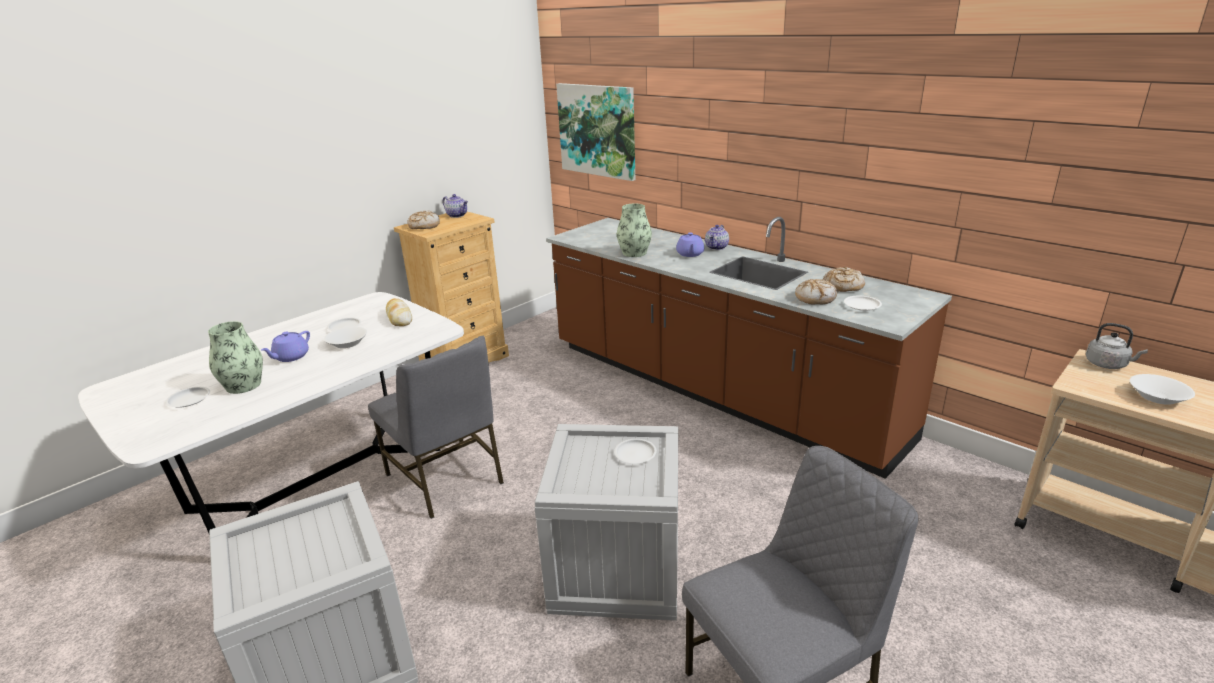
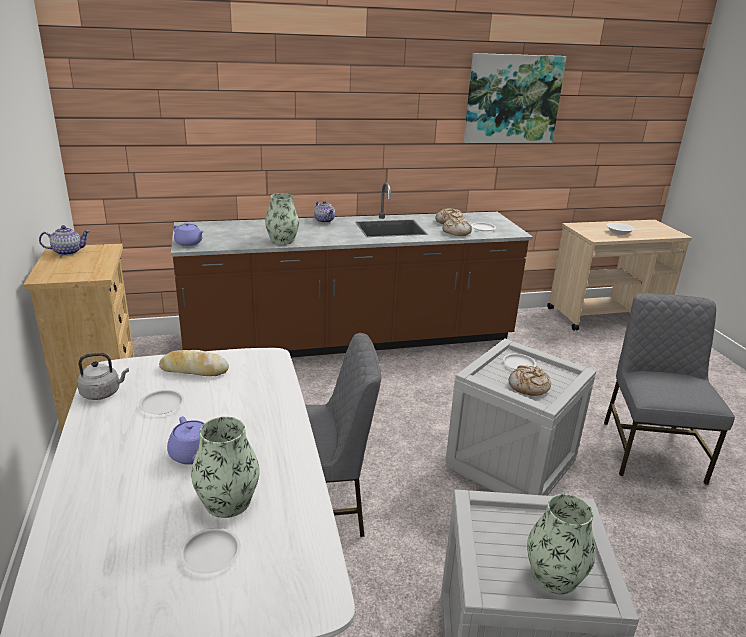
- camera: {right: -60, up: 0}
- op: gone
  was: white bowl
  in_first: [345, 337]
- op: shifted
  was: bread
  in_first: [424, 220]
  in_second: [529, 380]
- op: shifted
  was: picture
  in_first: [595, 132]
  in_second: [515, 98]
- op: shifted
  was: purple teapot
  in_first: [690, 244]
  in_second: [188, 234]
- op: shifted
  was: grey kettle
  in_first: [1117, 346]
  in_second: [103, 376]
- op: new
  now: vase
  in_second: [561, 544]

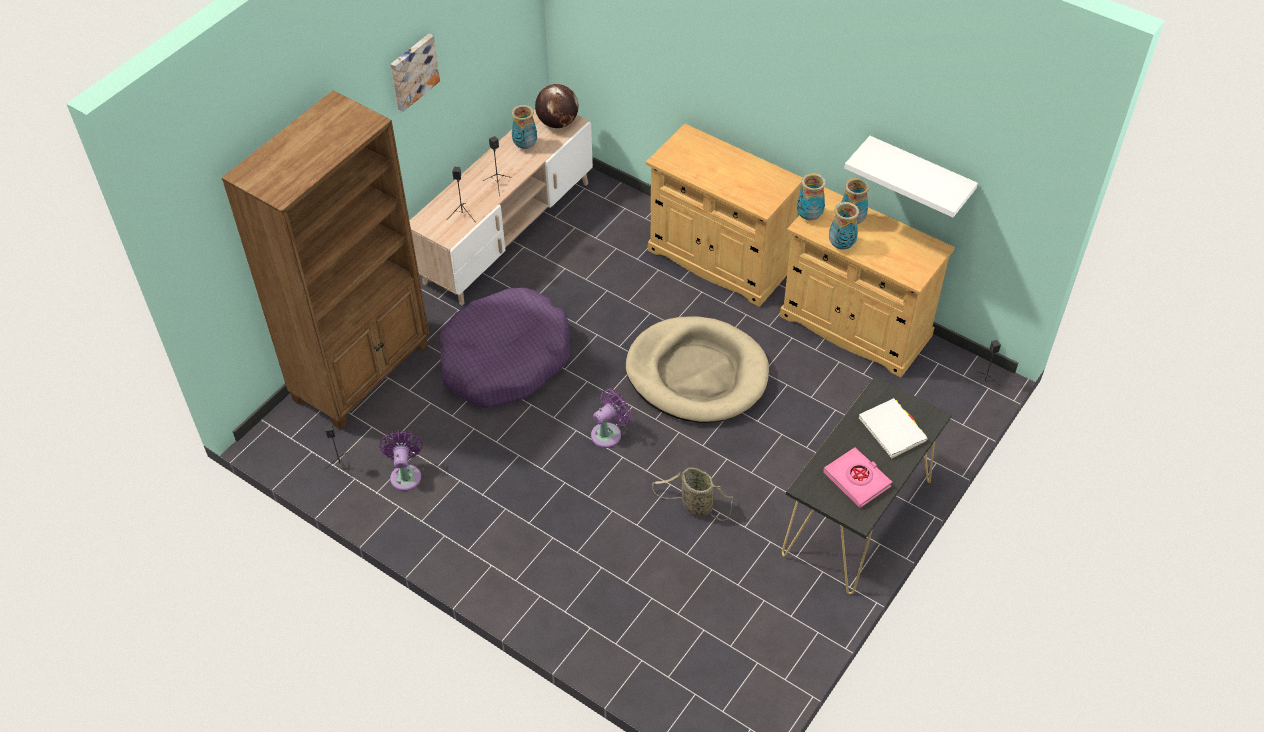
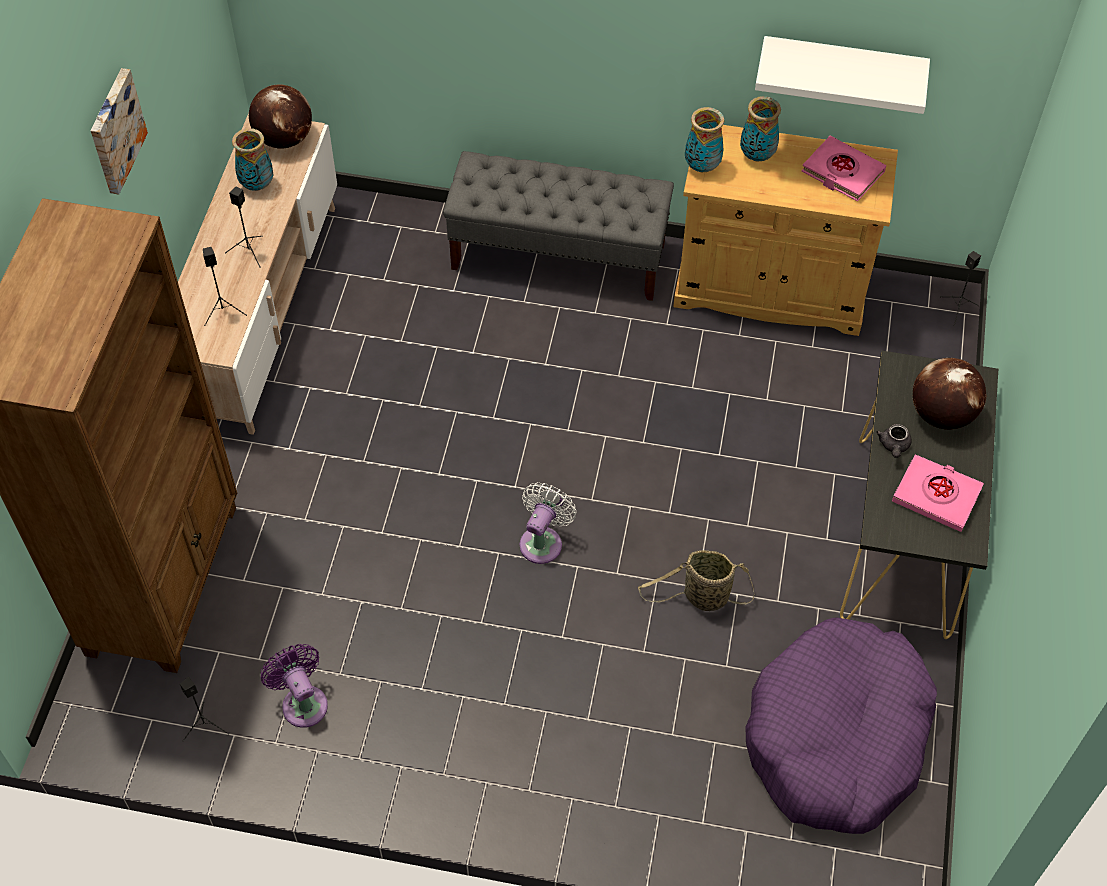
- camera: {right: -25, up: 5}
- op: shifted
  was: purple dog bed
  in_first: [505, 347]
  in_second: [841, 725]
- op: repainted
  was: purple fan
  now: white fan
  in_first: [611, 418]
  in_second: [548, 523]
- op: gone
  was: beige dog bed
  in_first: [697, 369]
- op: swapped
  was: beige cabinet
  now: grey bench
  in_first: [724, 215]
  in_second: [558, 226]
- op: gone
  was: vase
  in_first: [844, 226]
- op: swapped
  was: white book
  now: globe
  in_first: [893, 428]
  in_second: [949, 394]
- op: new
  now: pink book
  in_second: [844, 169]
- op: new
  now: grey teapot
  in_second: [894, 441]

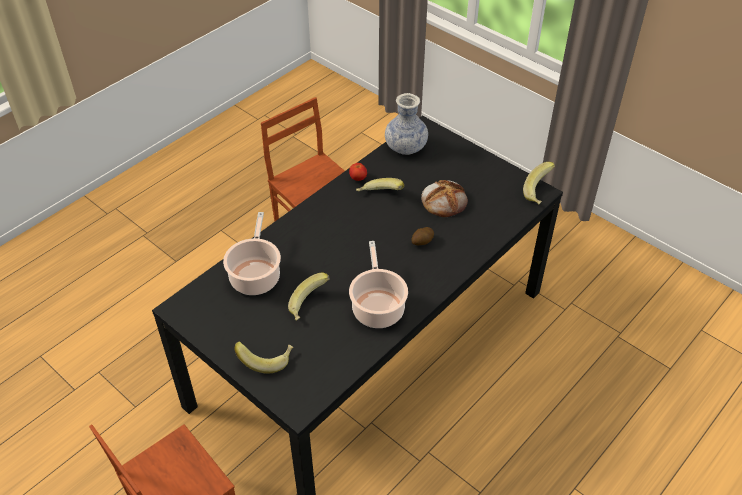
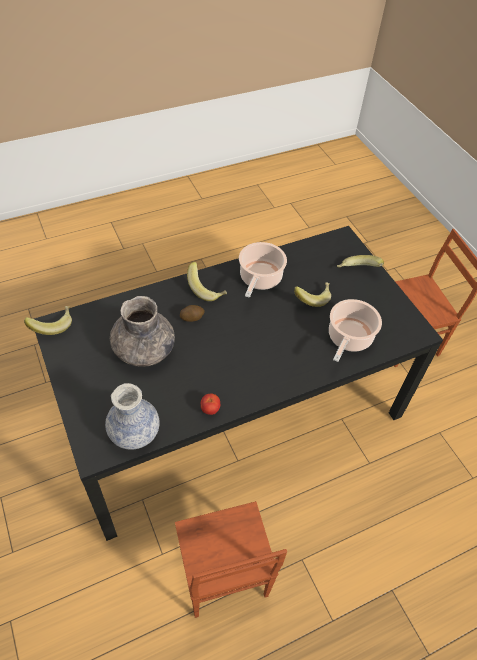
- camera: {right: -160, up: 5}
- op: shifted
  was: banana
  in_first: [380, 185]
  in_second: [207, 281]
- op: swapped
  was: bread
  now: grey vase
  in_first: [444, 198]
  in_second: [142, 331]

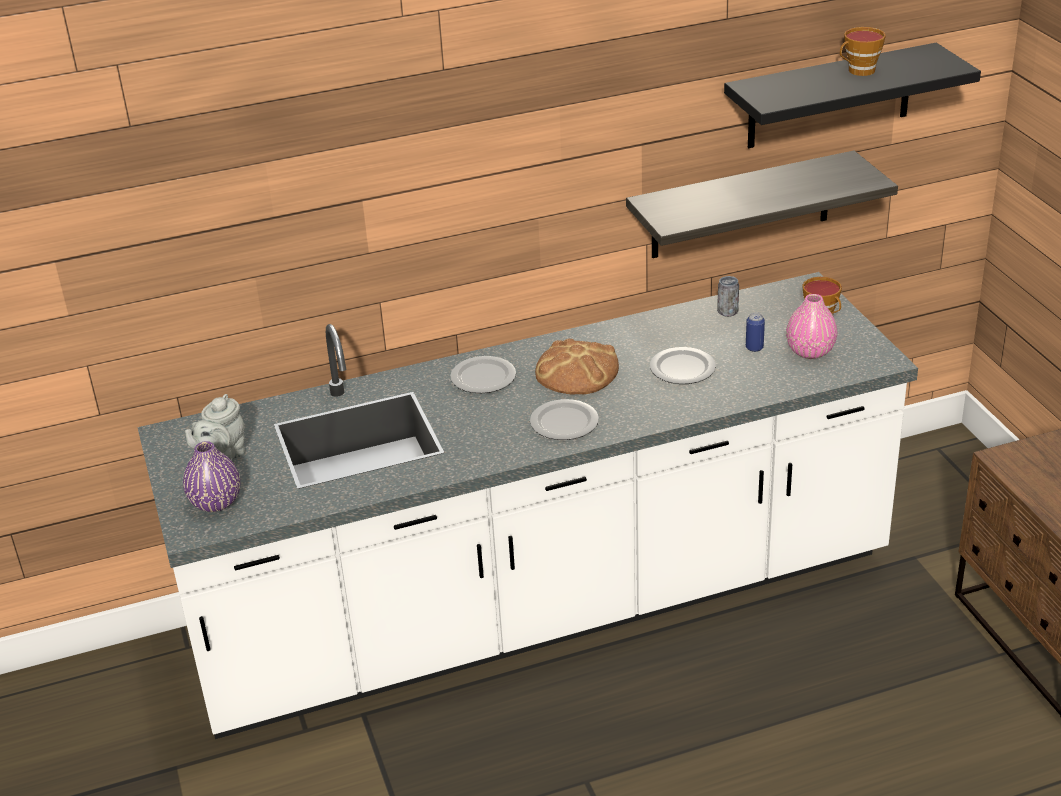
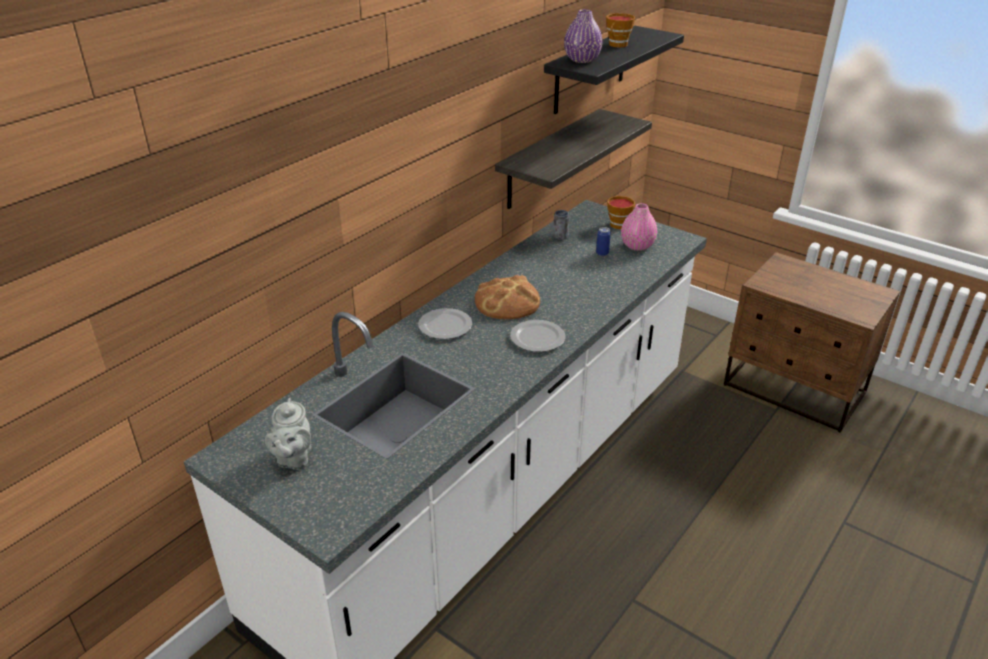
- camera: {right: -35, up: 0}
- op: shifted
  was: purple vase
  in_first: [211, 476]
  in_second: [583, 36]
- op: gone
  was: plate
  in_first: [683, 365]

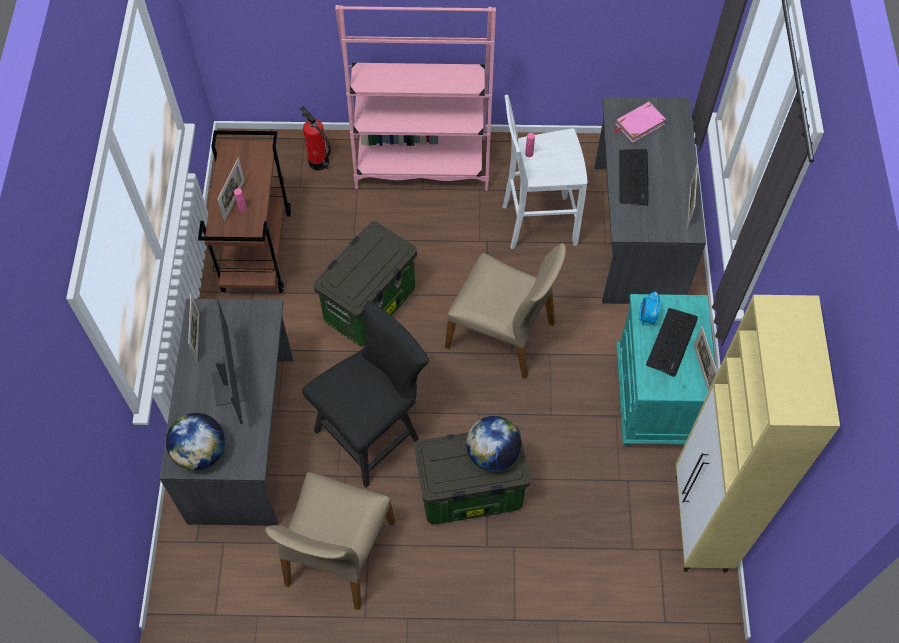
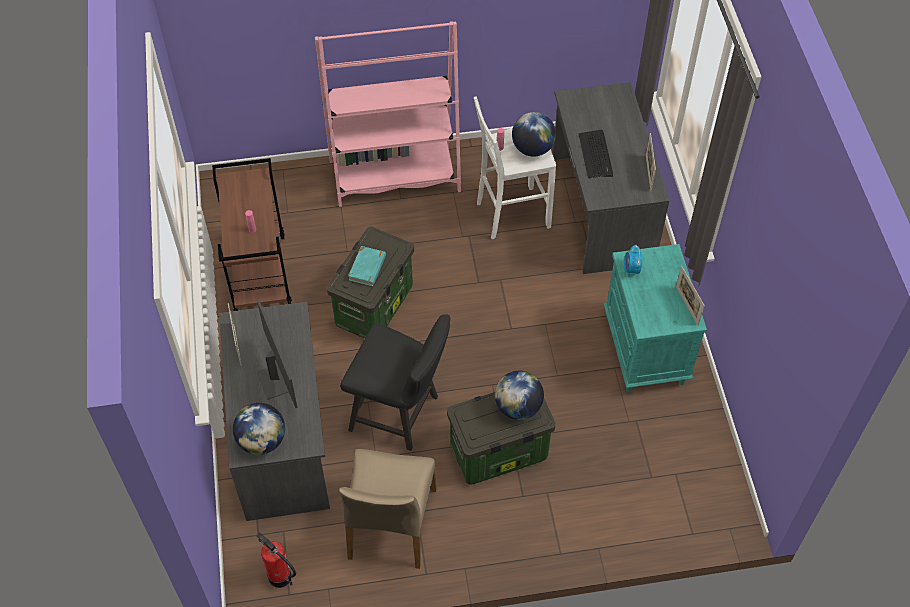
- camera: {right: -10, up: -5}
- op: gone
  was: picture frame
  in_first: [231, 189]
- op: shifted
  was: fire extinguisher
  in_first: [315, 138]
  in_second: [275, 560]
- op: rotated
  was: black chair
  in_first: [365, 394]
  in_second: [395, 382]
  clockwise: 75
- op: gone
  was: beige chair
  in_first: [505, 311]
- op: gone
  was: pink book
  in_first: [639, 122]
- op: gone
  was: keyboard
  in_first: [672, 342]
- op: gone
  was: beige cabinet
  in_first: [758, 434]
- op: new
  now: turquoise book
  in_second: [367, 266]
- op: new
  now: globe
  in_second: [534, 134]

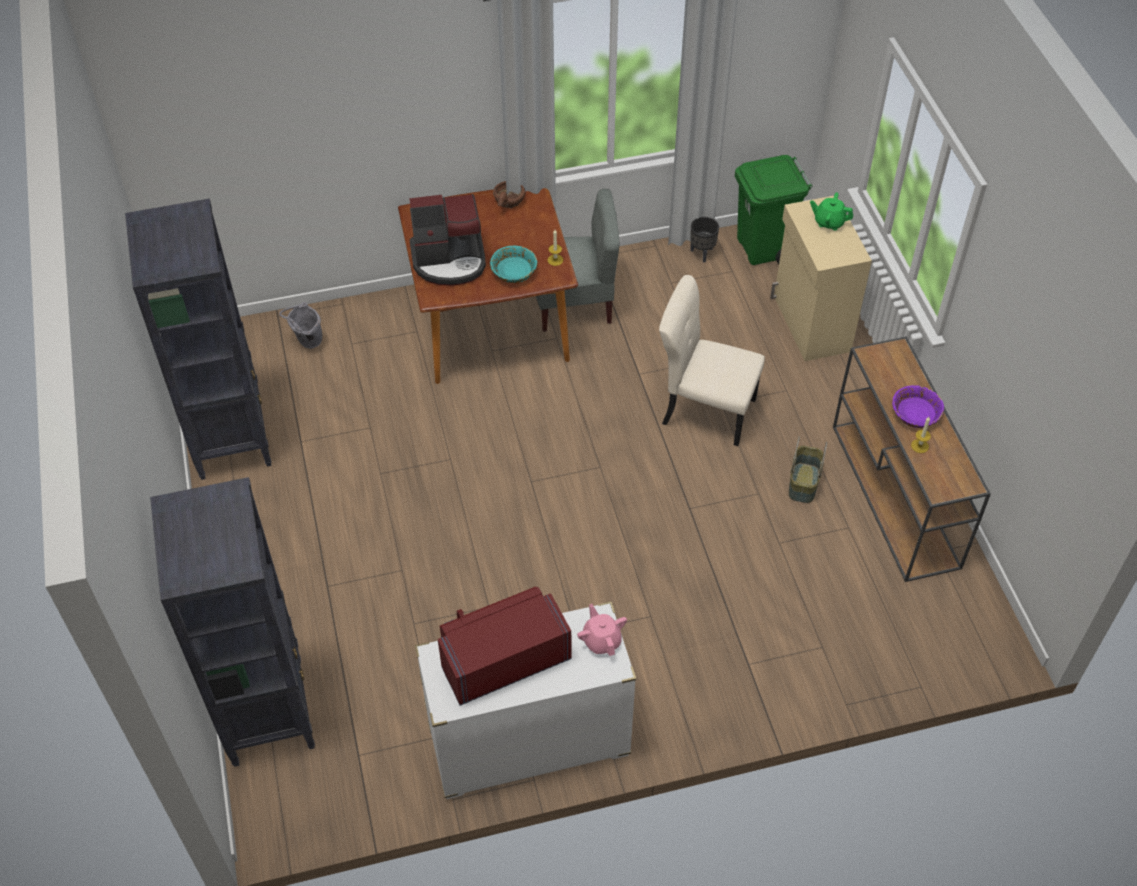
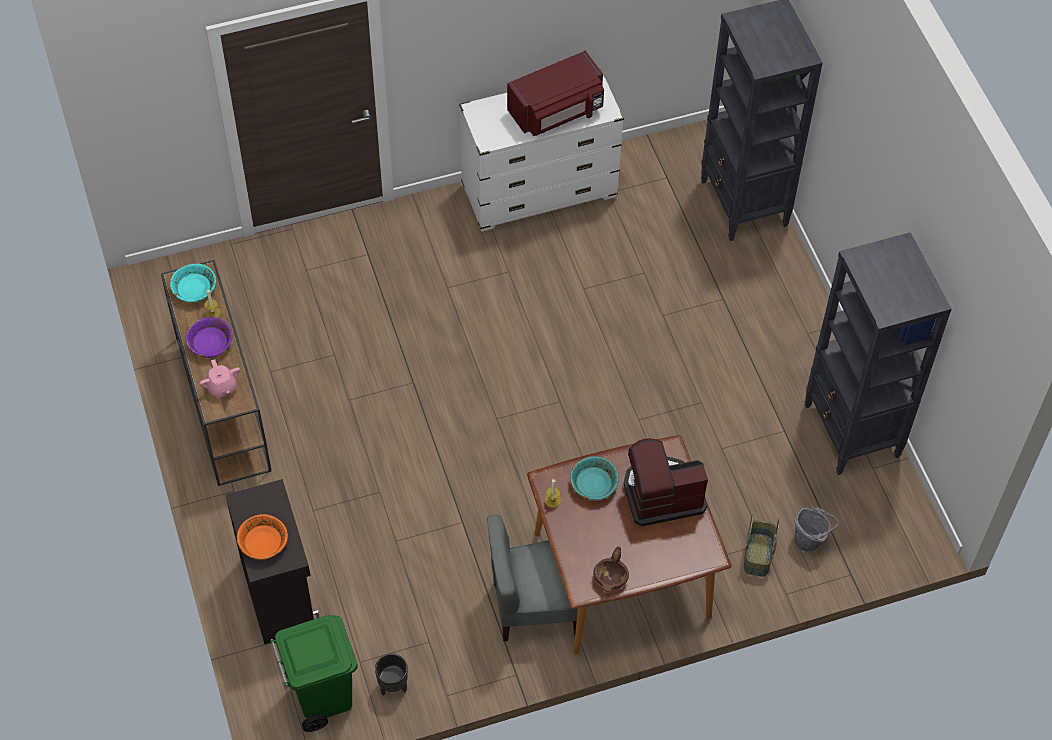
- camera: {right: 175, up: 5}
- op: shifted
  was: pink teapot
  in_first: [602, 630]
  in_second: [220, 378]
- op: gone
  was: beige chair
  in_first: [712, 360]
- op: repainted
  was: beige cabinet
  now: black cabinet
  in_first: [821, 278]
  in_second: [272, 561]
- op: shifted
  was: basket
  in_first: [808, 469]
  in_second: [762, 545]
- op: swapped
  was: green teapot
  now: orange bowl
  in_first: [831, 211]
  in_second: [262, 537]
- op: new
  now: turquoise bowl
  in_second: [193, 283]

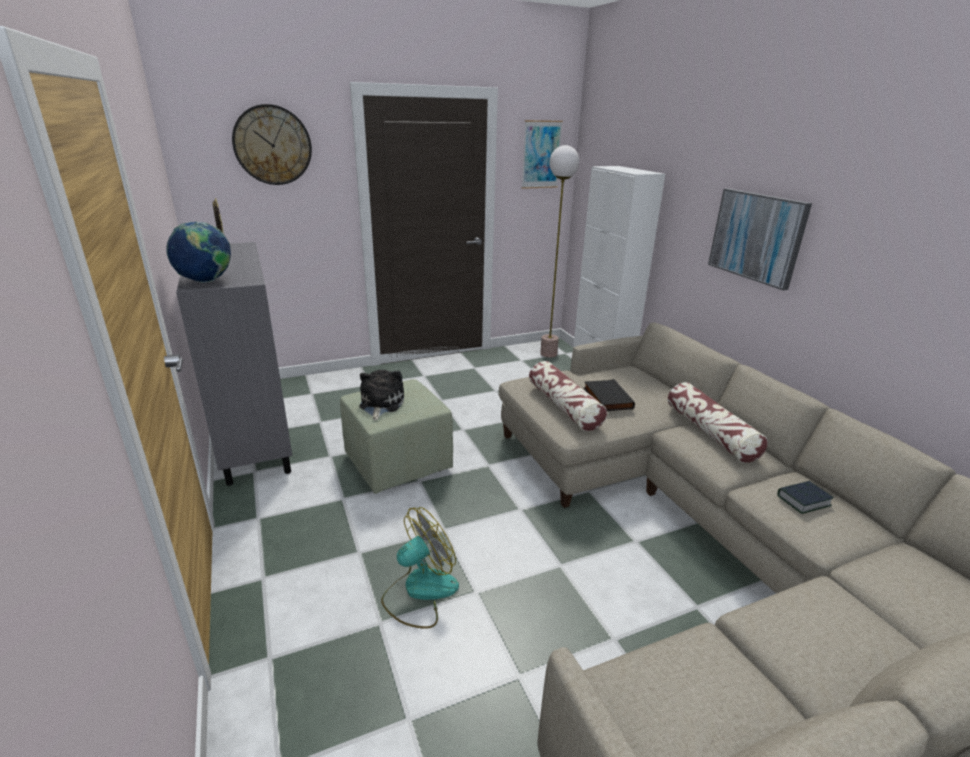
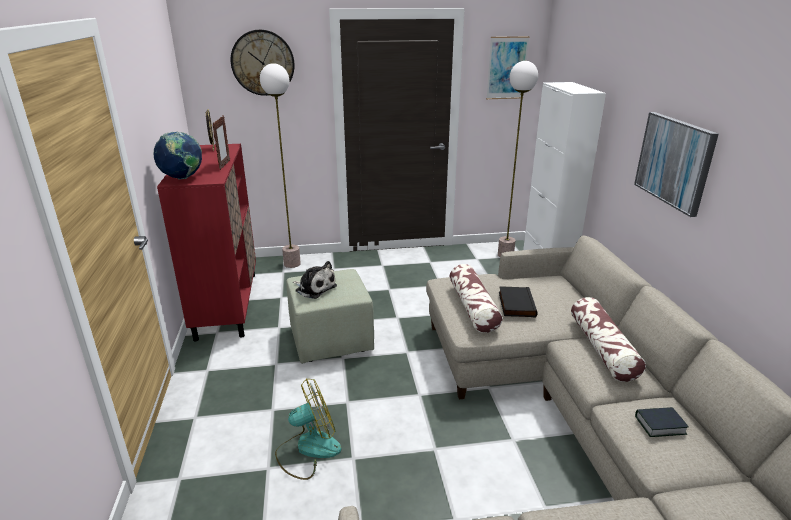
- camera: {right: 15, up: 0}
- op: repainted
  was: grey cabinet
  now: red cabinet
  in_first: [234, 364]
  in_second: [206, 242]
- op: rotated
  was: plush toy
  in_first: [381, 395]
  in_second: [315, 280]
  clockwise: 105
- op: new
  now: picture frame
  in_second: [221, 142]
- op: new
  now: floor lamp
  in_second: [280, 165]

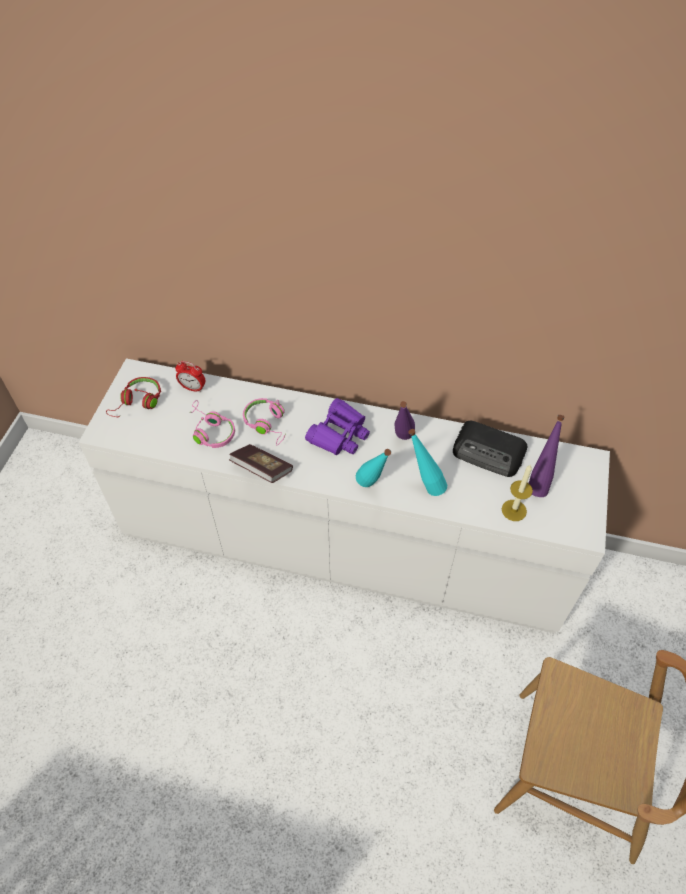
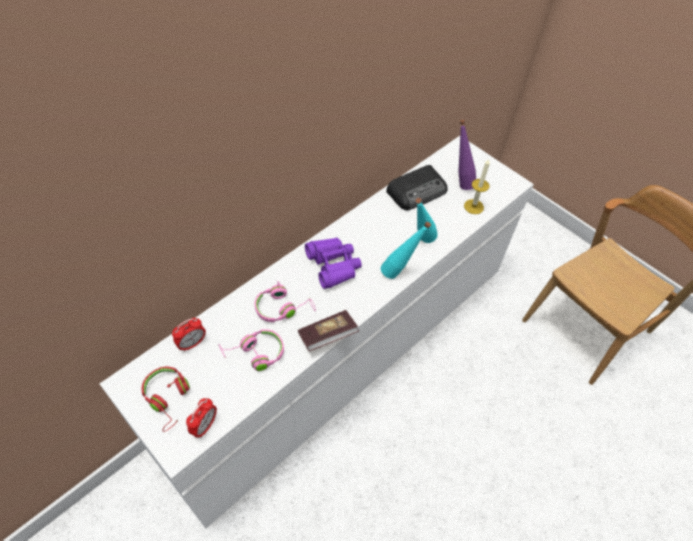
- camera: {right: -60, up: 0}
- op: gone
  was: purple bottle
  in_first: [405, 420]
- op: new
  now: alarm clock
  in_second: [201, 418]

